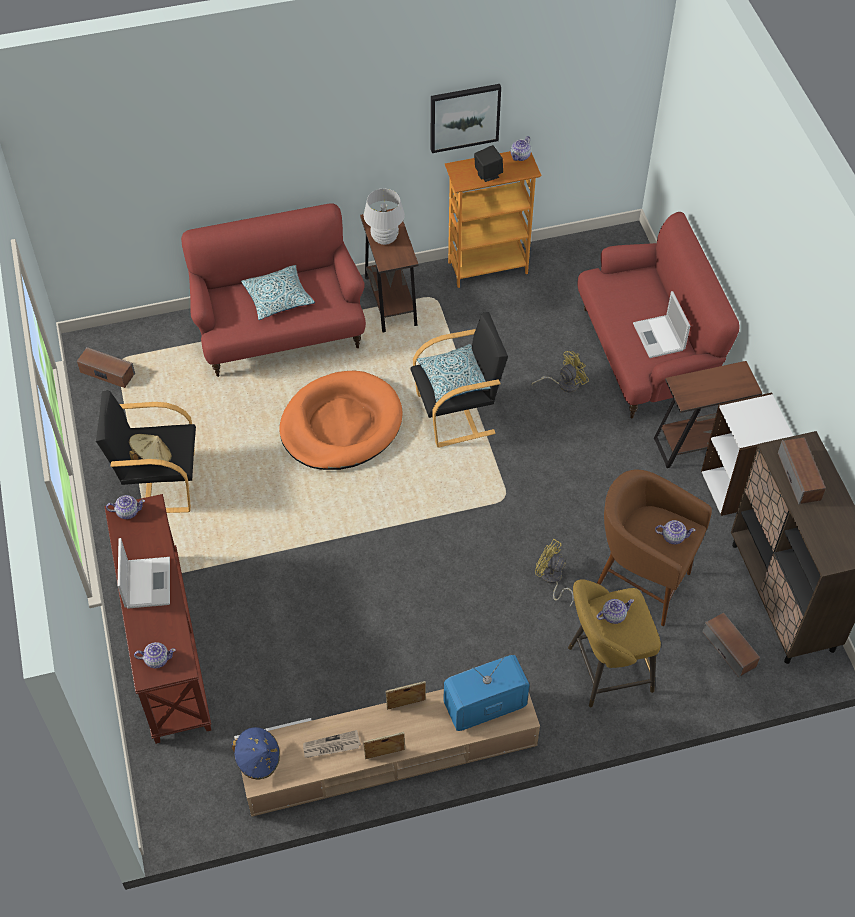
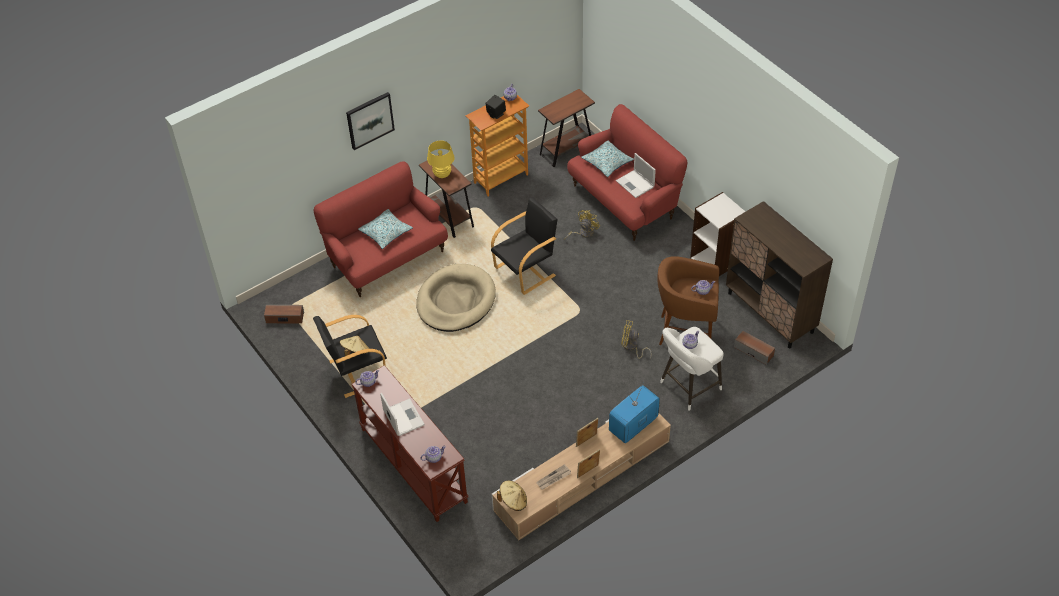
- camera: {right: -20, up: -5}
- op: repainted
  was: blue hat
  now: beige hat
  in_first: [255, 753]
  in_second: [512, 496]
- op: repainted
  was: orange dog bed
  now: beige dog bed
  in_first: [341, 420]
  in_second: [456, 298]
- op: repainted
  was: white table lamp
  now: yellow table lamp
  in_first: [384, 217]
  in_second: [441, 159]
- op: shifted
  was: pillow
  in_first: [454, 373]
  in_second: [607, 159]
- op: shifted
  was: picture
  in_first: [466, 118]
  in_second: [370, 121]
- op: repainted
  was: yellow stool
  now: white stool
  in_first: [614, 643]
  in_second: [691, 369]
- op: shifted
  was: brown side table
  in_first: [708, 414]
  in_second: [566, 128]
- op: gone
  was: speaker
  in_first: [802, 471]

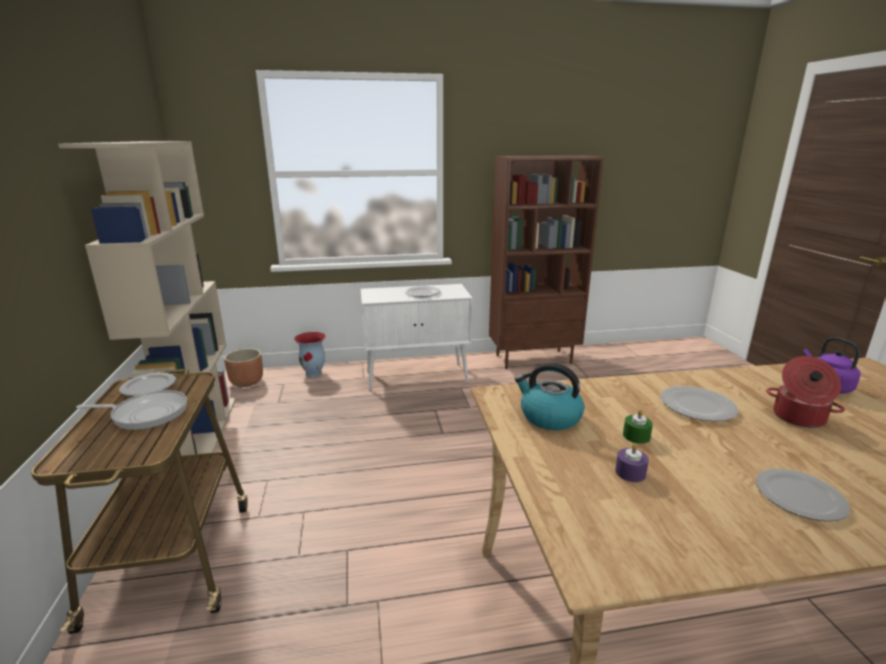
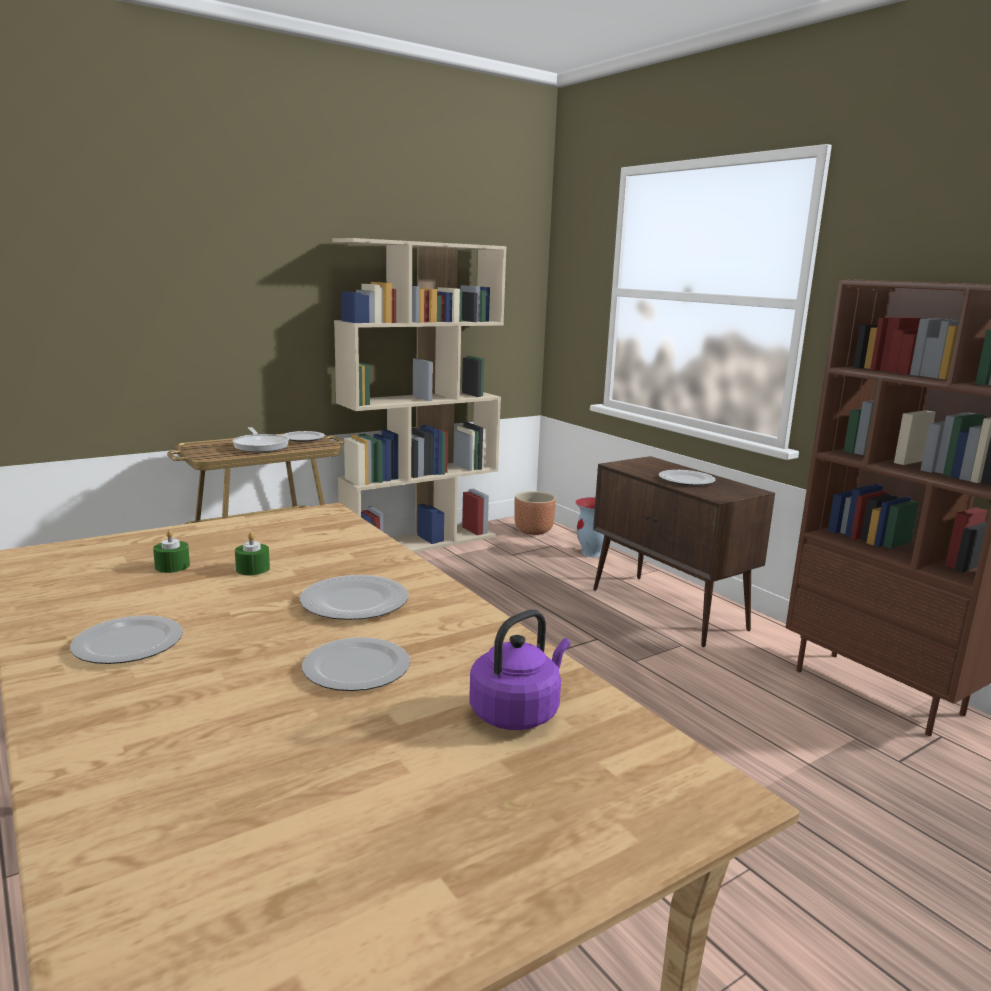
- camera: {right: 65, up: -5}
- op: repainted
  was: white cabinet
  now: brown cabinet
  in_first: [417, 337]
  in_second: [684, 551]
- op: gone
  was: kettle
  in_first: [549, 396]
- op: repainted
  was: purple candle
  now: green candle
  in_first: [632, 462]
  in_second: [171, 551]
- op: swapped
  was: cooking pot
  now: plate
  in_first: [805, 392]
  in_second: [356, 664]

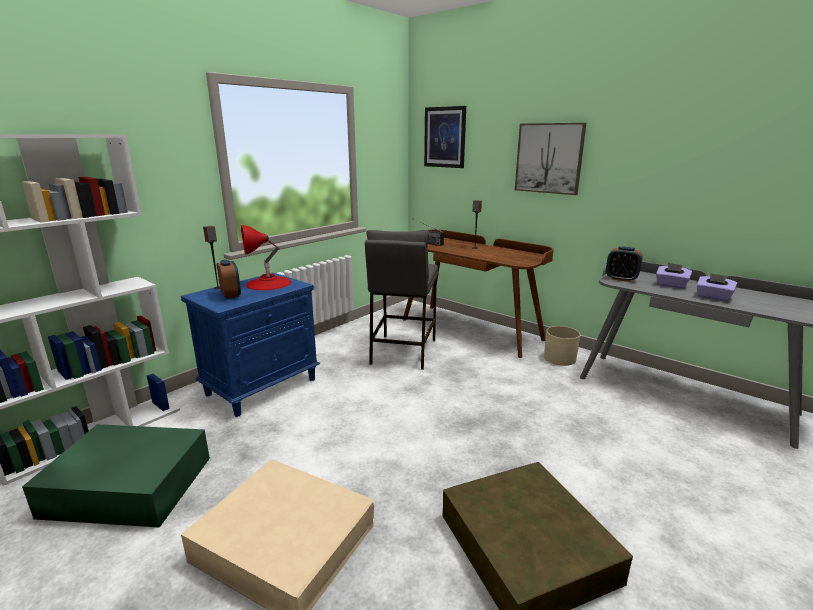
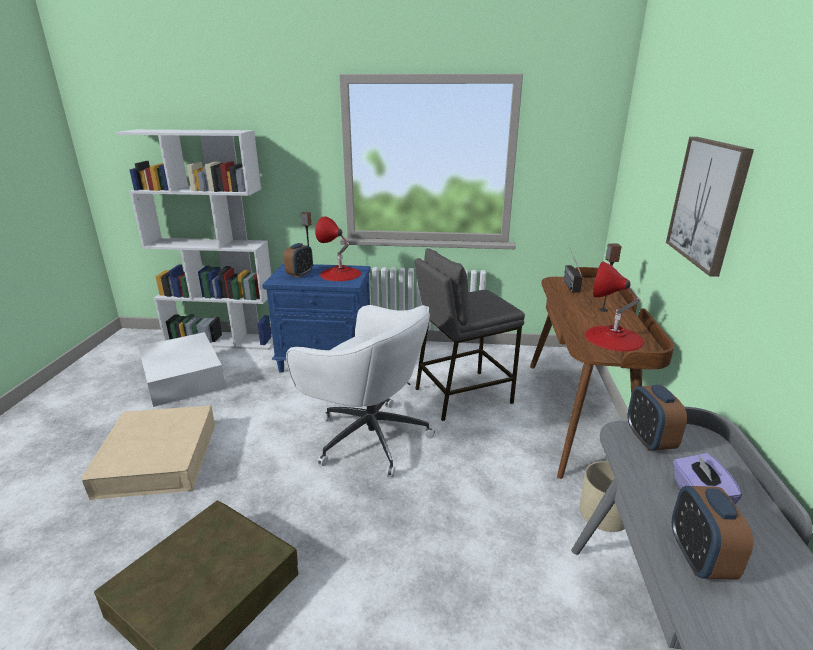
- camera: {right: 55, up: 5}
- op: repainted
  was: green storage box
  now: white storage box
  in_first: [116, 476]
  in_second: [182, 369]
- op: gone
  was: picture
  in_first: [445, 137]
- op: swapped
  was: purple tissue box
  now: alarm clock
  in_first: [717, 287]
  in_second: [712, 533]
- op: new
  now: white office chair
  in_second: [360, 391]
- op: new
  now: red table lamp
  in_second: [614, 306]

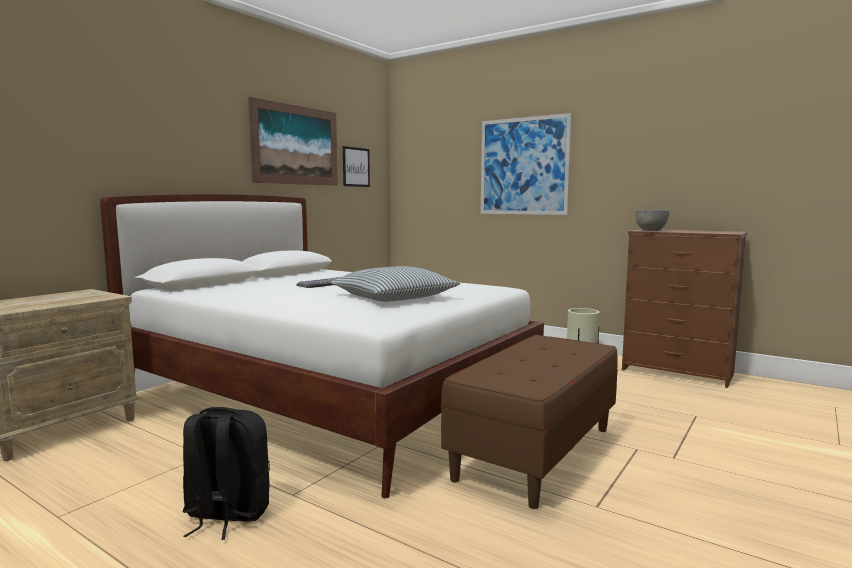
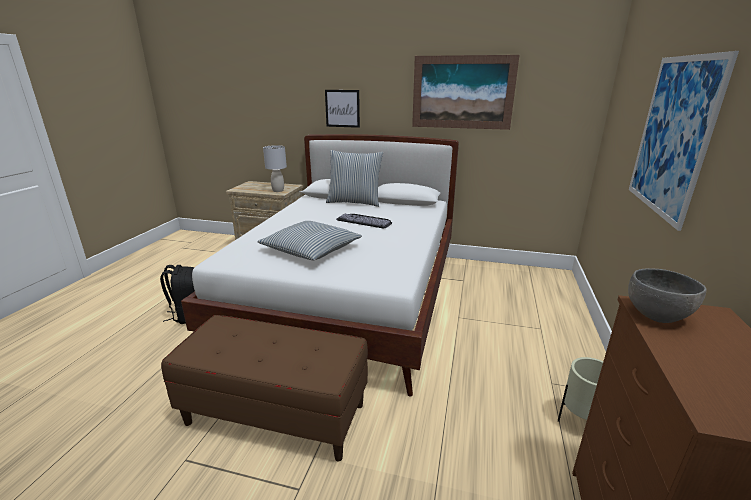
- camera: {right: 70, up: 15}
- op: shifted
  was: picture
  in_first: [356, 166]
  in_second: [342, 109]
- op: new
  now: grey table lamp
  in_second: [275, 168]
- op: new
  now: pillow
  in_second: [354, 178]

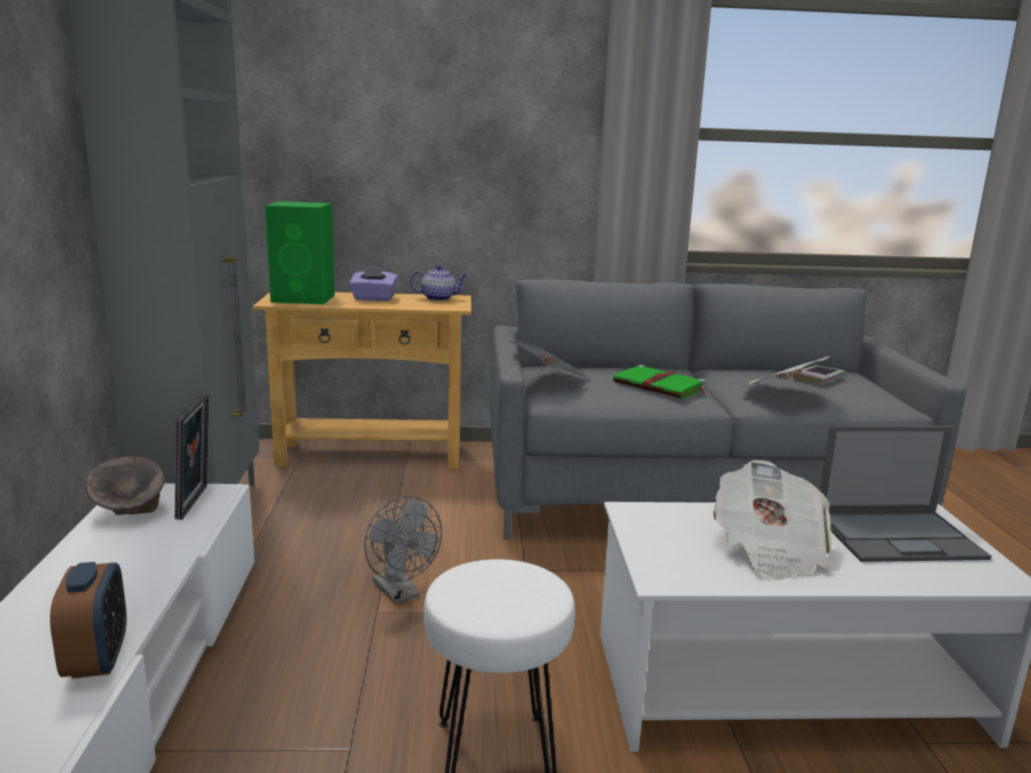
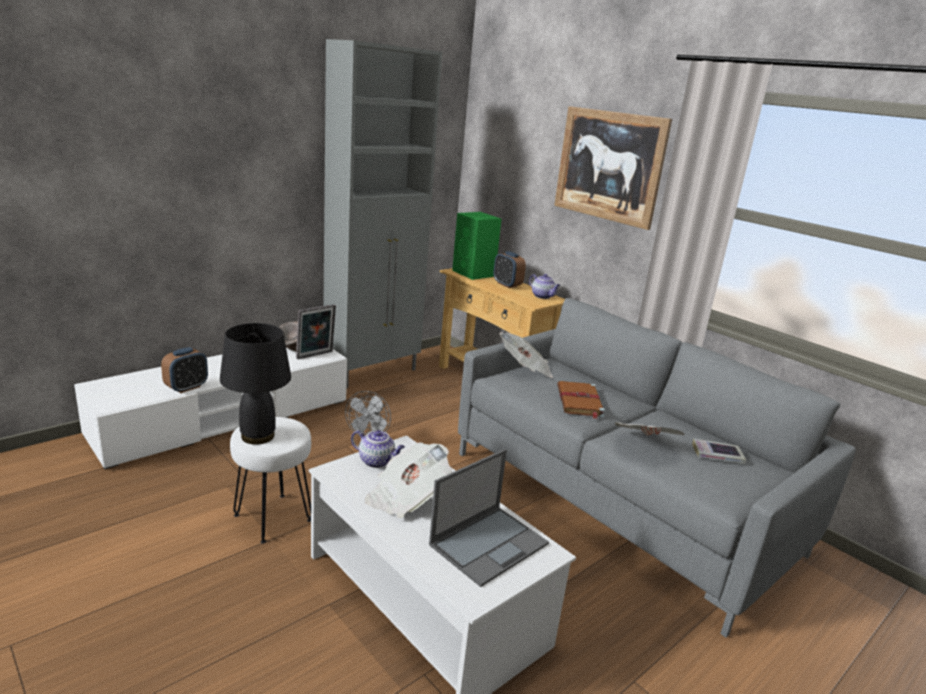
- camera: {right: 50, up: 5}
- op: swapped
  was: purple tissue box
  now: alarm clock
  in_first: [373, 283]
  in_second: [509, 269]
- op: repainted
  was: green book
  now: brown book
  in_first: [660, 382]
  in_second: [581, 400]
- op: rotated
  was: laptop
  in_first: [906, 494]
  in_second: [489, 518]
  clockwise: -90
- op: new
  now: black table lamp
  in_second: [255, 384]
- op: new
  now: teapot
  in_second: [378, 449]
- op: new
  now: picture
  in_second: [613, 168]

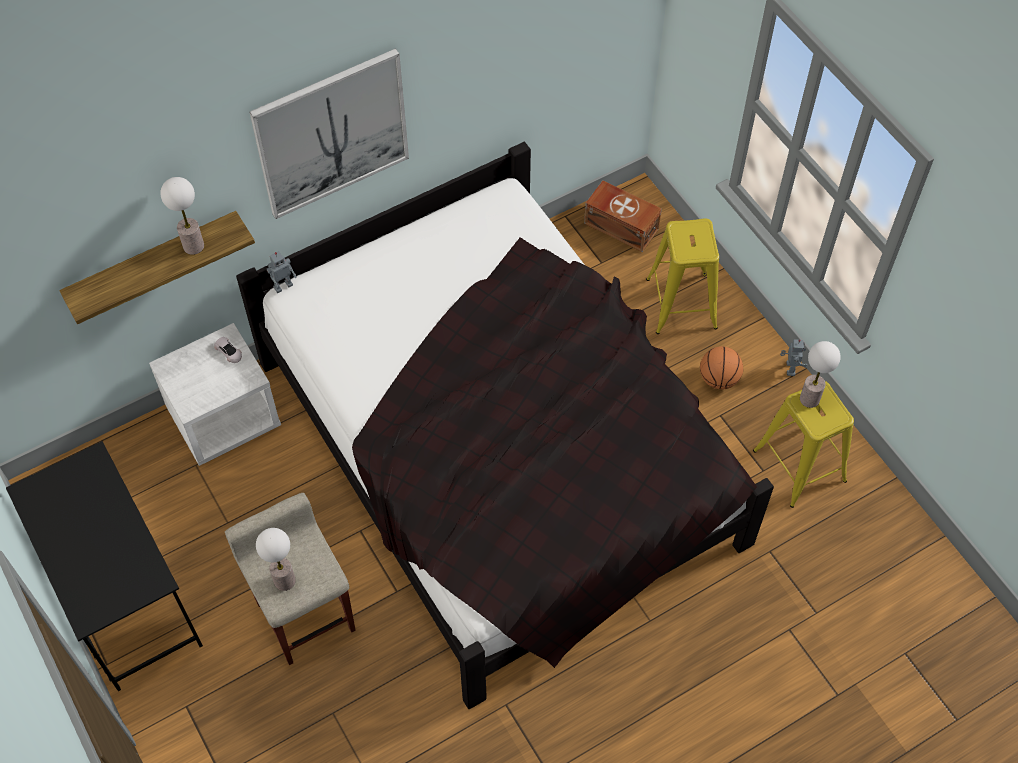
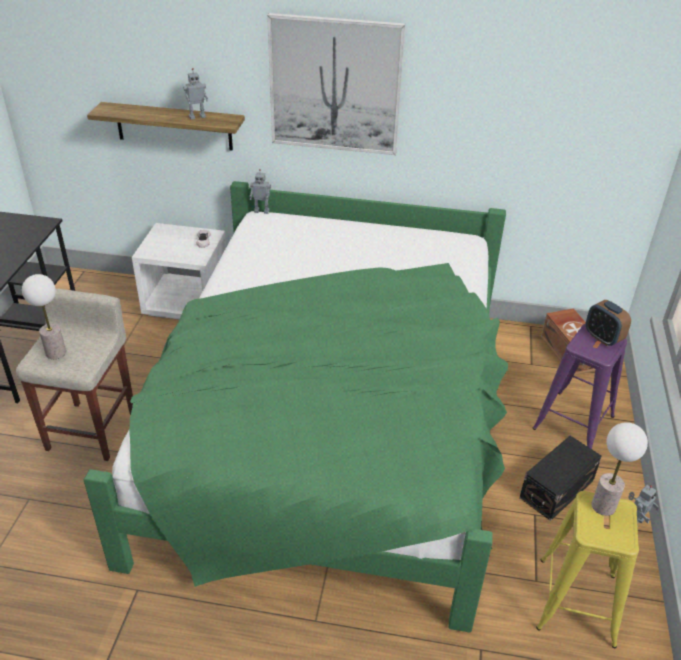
- camera: {right: 40, up: -20}
- op: swapped
  was: table lamp
  now: toy robot
  in_first: [182, 216]
  in_second: [195, 94]
- op: repainted
  was: black bed
  now: green bed
  in_first: [505, 425]
  in_second: [296, 406]
- op: repainted
  was: yellow stool
  now: purple stool
  in_first: [682, 276]
  in_second: [579, 386]
- op: swapped
  was: basketball
  now: black storage box
  in_first: [721, 368]
  in_second: [560, 478]
- op: new
  now: alarm clock
  in_second: [608, 323]

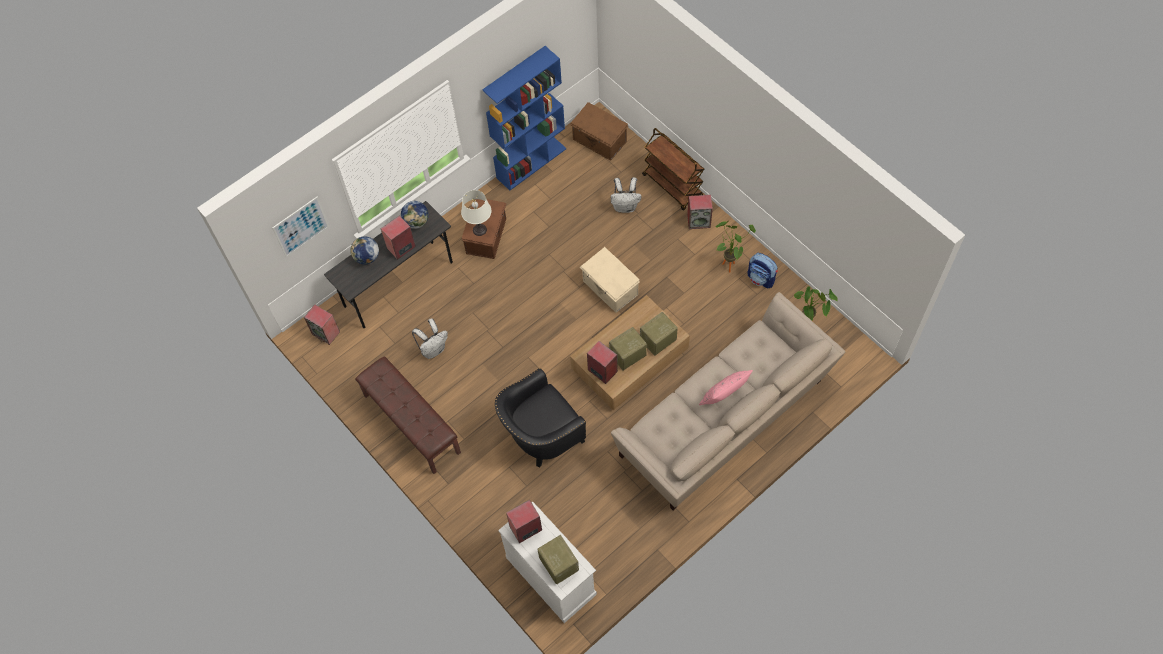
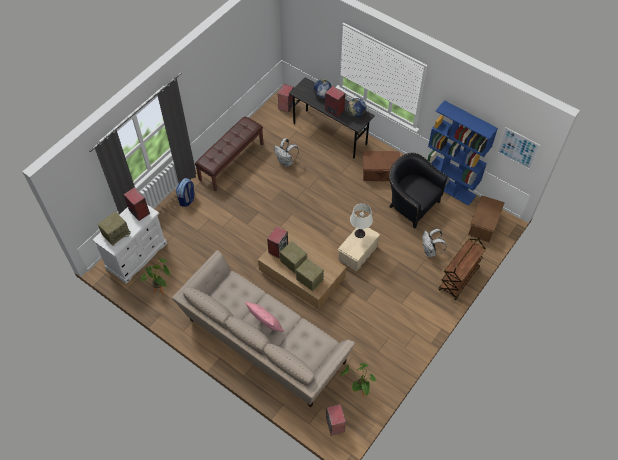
- camera: {right: 75, up: -5}
- op: shifted
  was: picture
  in_first: [300, 227]
  in_second: [518, 148]
- op: shifted
  was: white table lamp
  in_first: [476, 213]
  in_second: [361, 220]
- op: shifted
  was: black armchair
  in_first: [540, 417]
  in_second: [418, 190]
- op: shifted
  was: speaker
  in_first: [700, 212]
  in_second: [336, 420]
- op: shifted
  was: potted plant
  in_first: [736, 247]
  in_second: [156, 276]
- op: shifted
  was: backpack
  in_first: [763, 271]
  in_second: [185, 192]

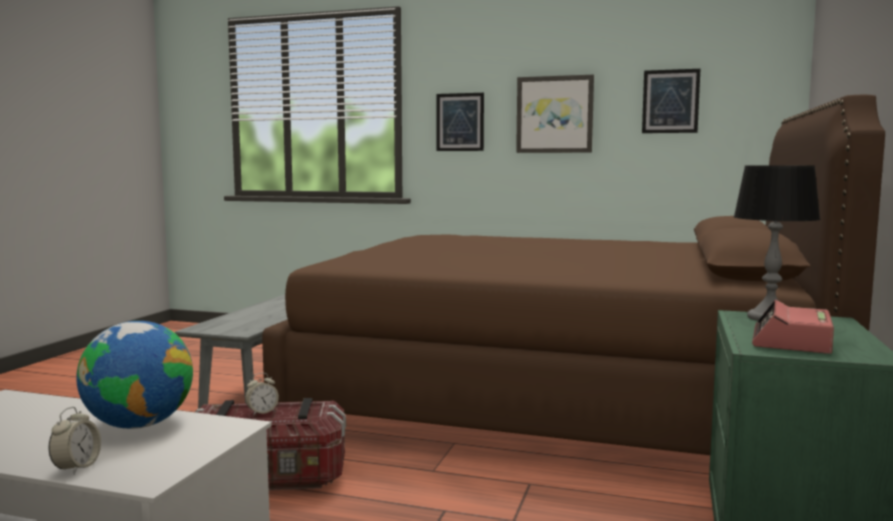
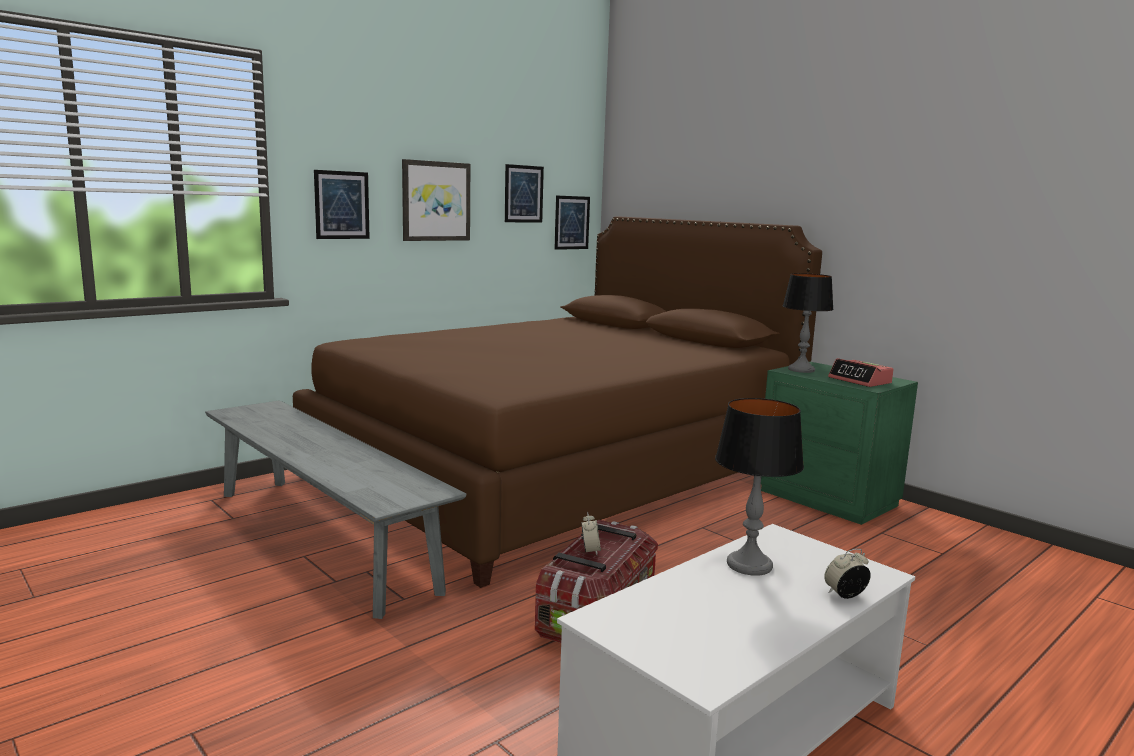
- camera: {right: -60, up: 5}
- op: rotated
  was: alarm clock
  in_first: [75, 441]
  in_second: [847, 574]
  clockwise: -60
- op: swapped
  was: globe
  now: table lamp
  in_first: [134, 375]
  in_second: [759, 487]
- op: new
  now: picture
  in_second: [572, 223]

